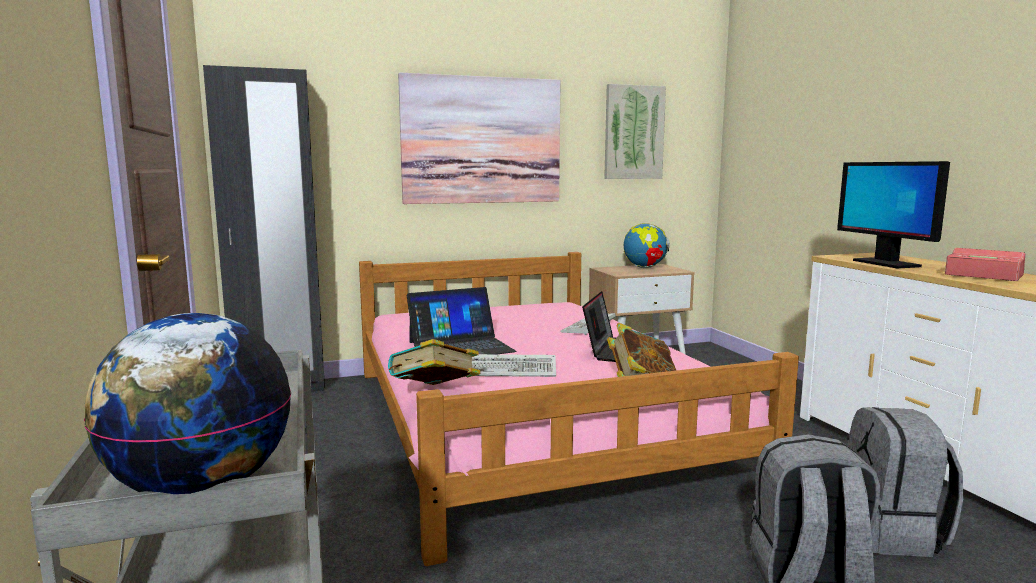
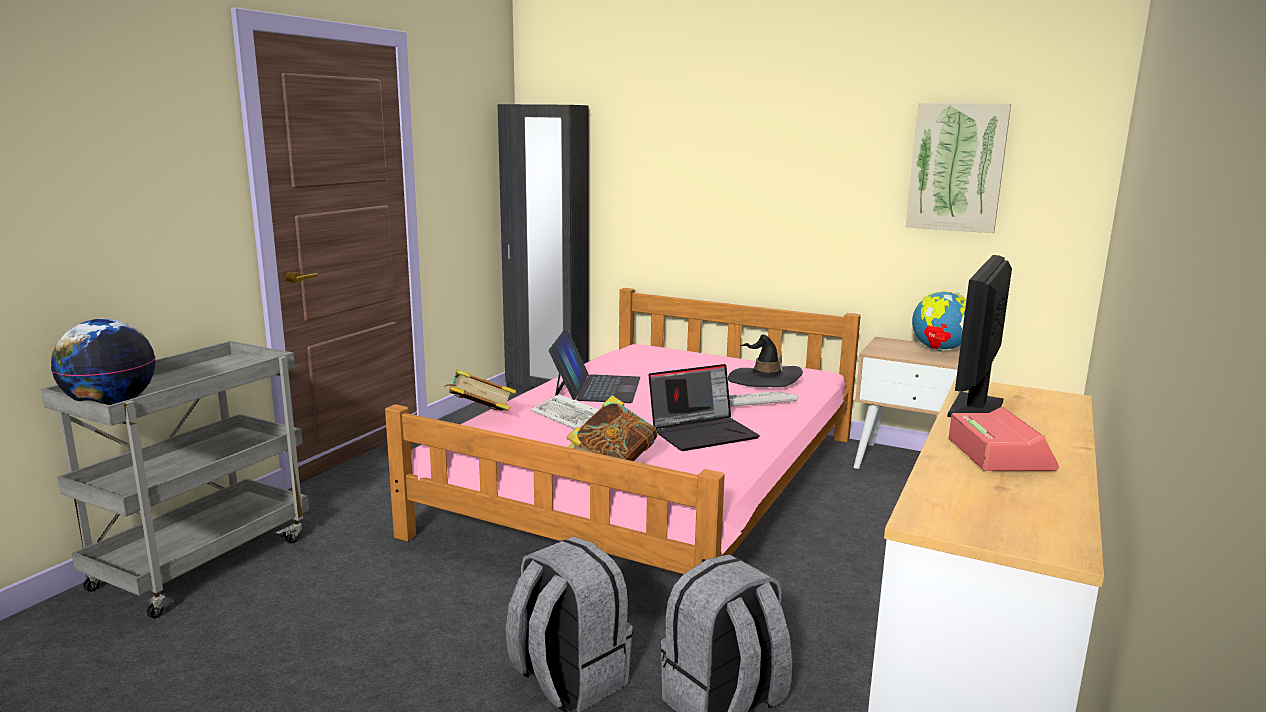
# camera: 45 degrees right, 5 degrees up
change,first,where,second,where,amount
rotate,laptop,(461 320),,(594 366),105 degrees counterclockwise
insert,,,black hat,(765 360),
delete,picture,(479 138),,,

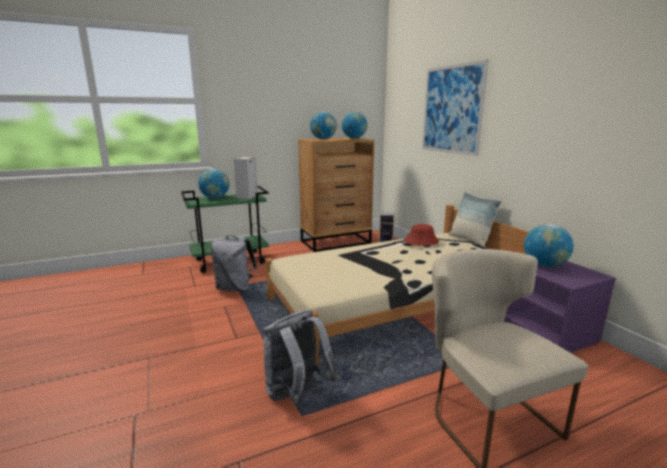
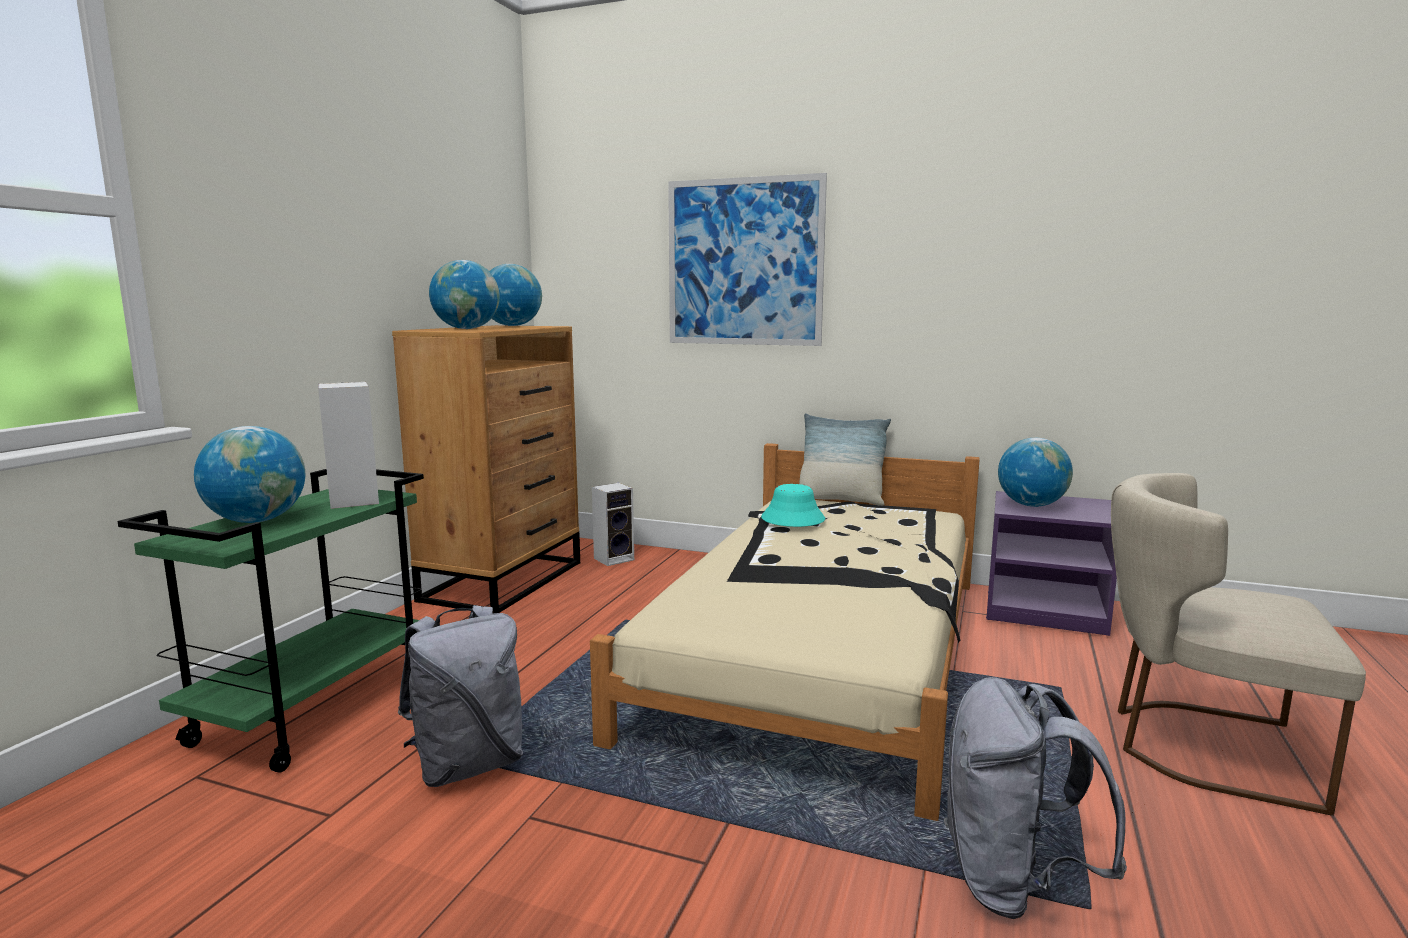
# camera: 45 degrees left, 5 degrees down
change,first,where,second,where,amount
recolor,red hat,(421 235),turquoise hat,(793 505),

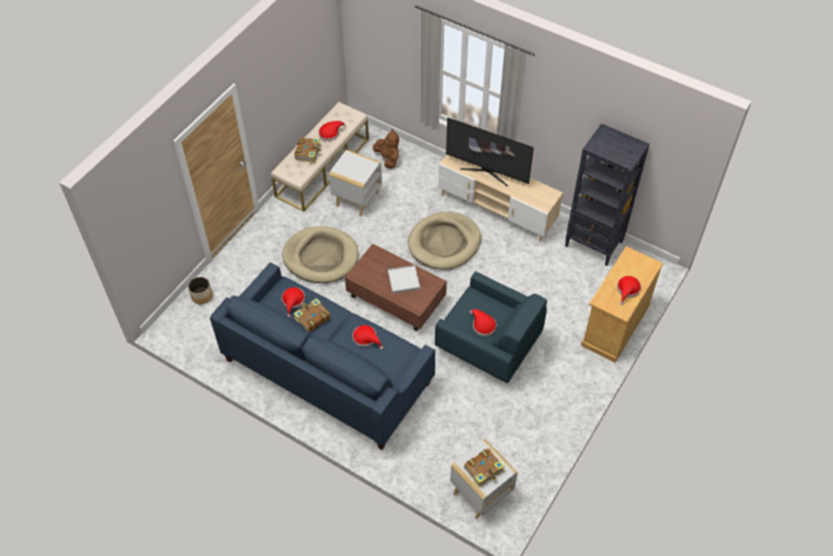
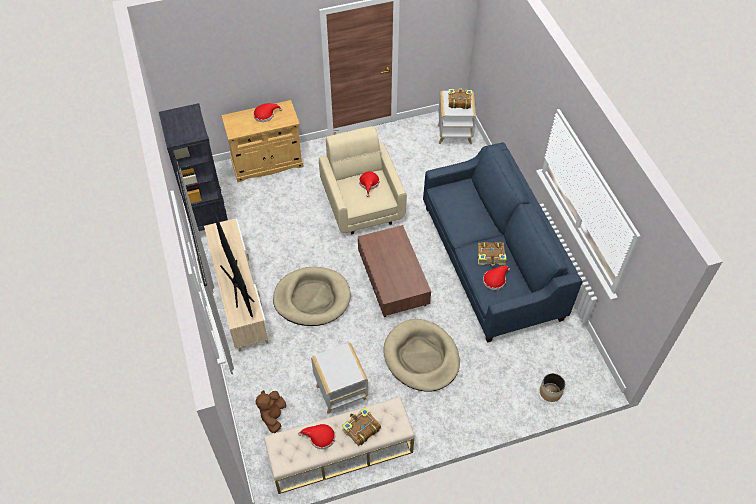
# camera: 140 degrees left, 0 degrees up
change,first,where,second,where,amount
recolor,blue armchair,(491 327),beige armchair,(363 180),
delete,red hat,(368 337),,,
delete,white tray,(404 279),,,

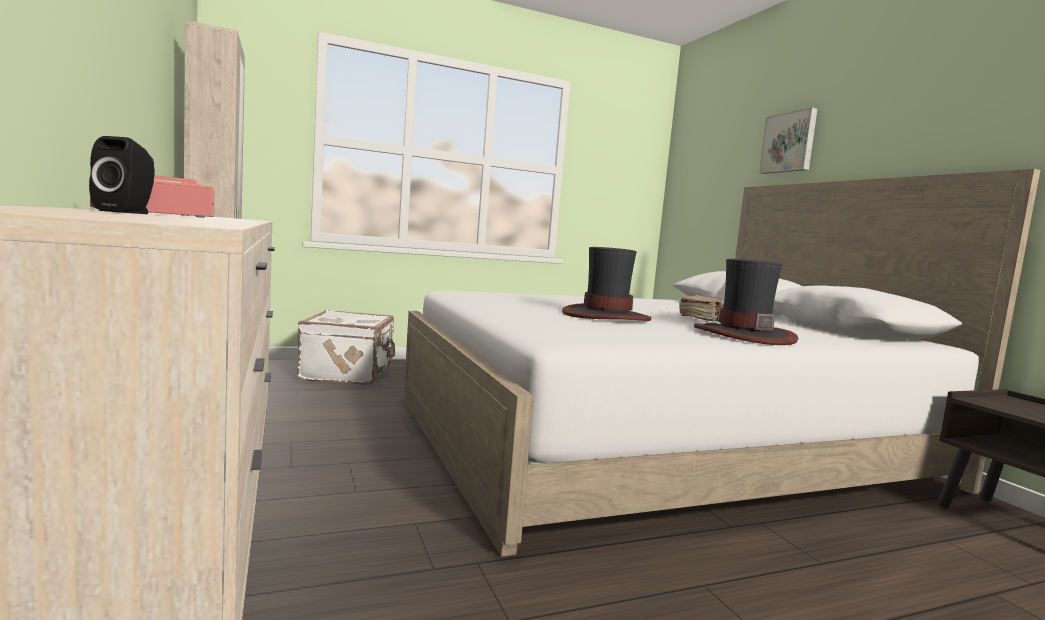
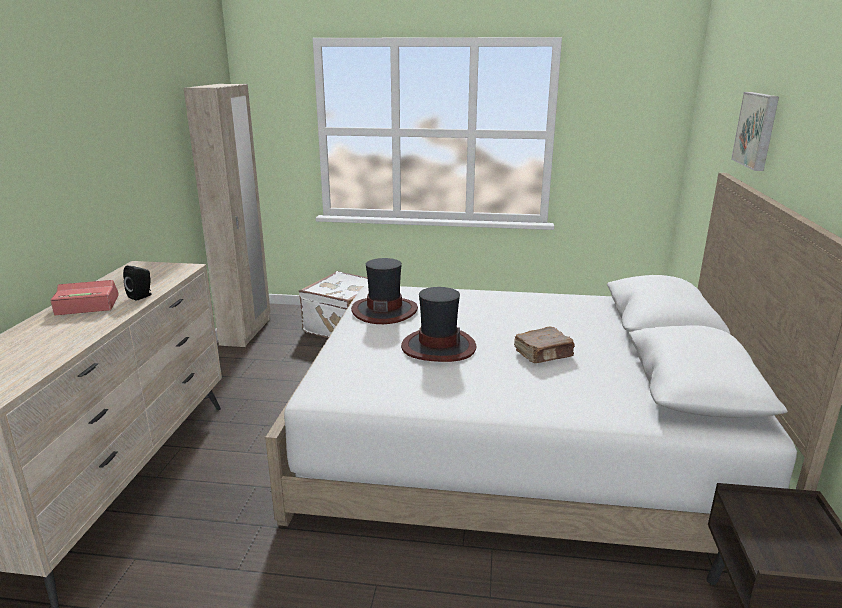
# camera: 30 degrees right, 15 degrees up
change,first,where,second,where,amount
move,black speaker,(122 175),,(137 283),
move,hat,(746 302),,(384 291),

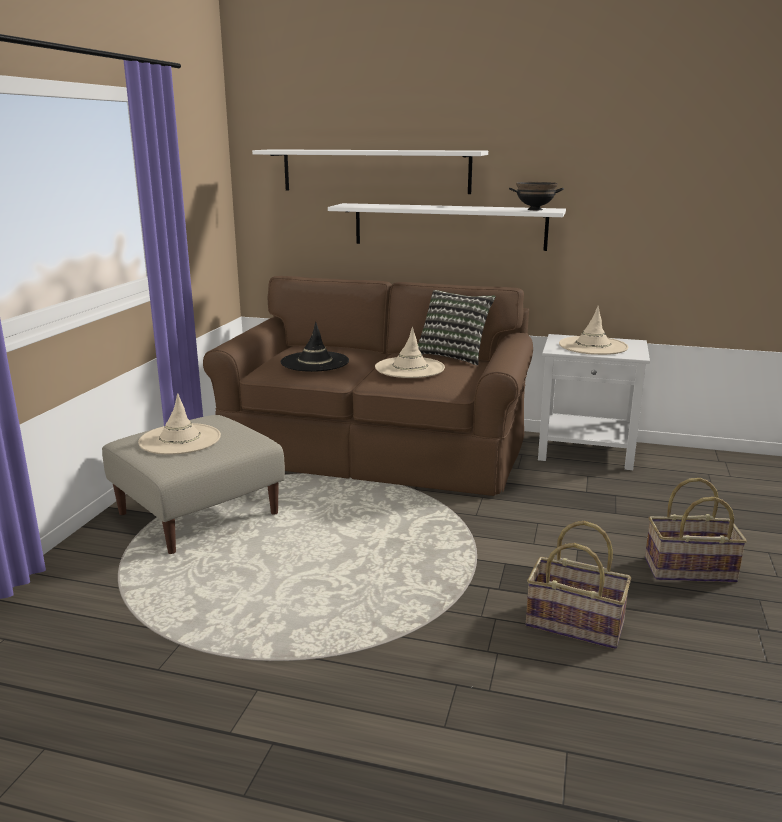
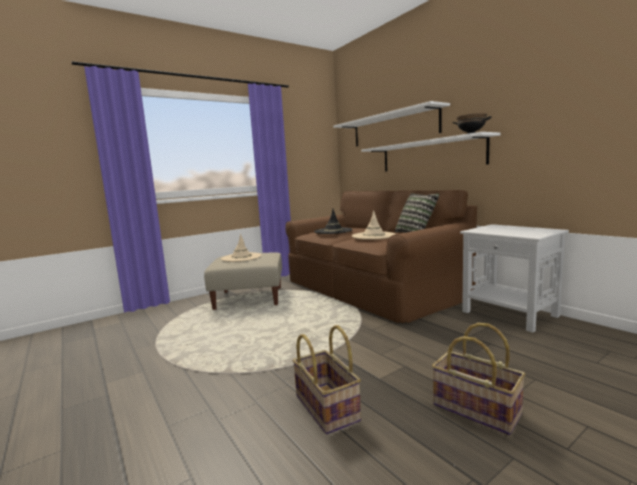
# camera: 40 degrees right, 10 degrees down
change,first,where,second,where,amount
delete,beige hat,(593 330),,,

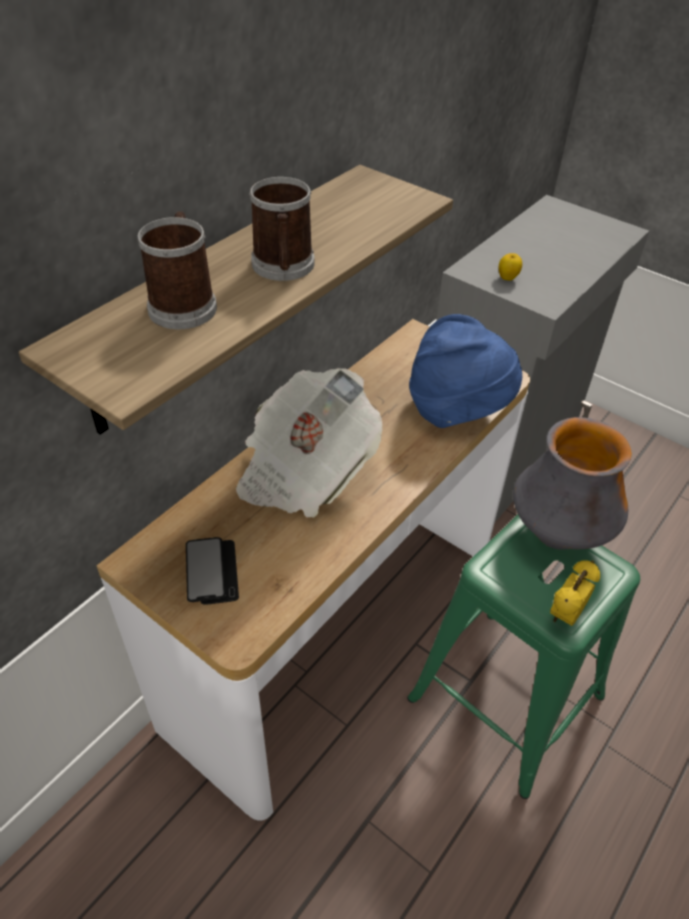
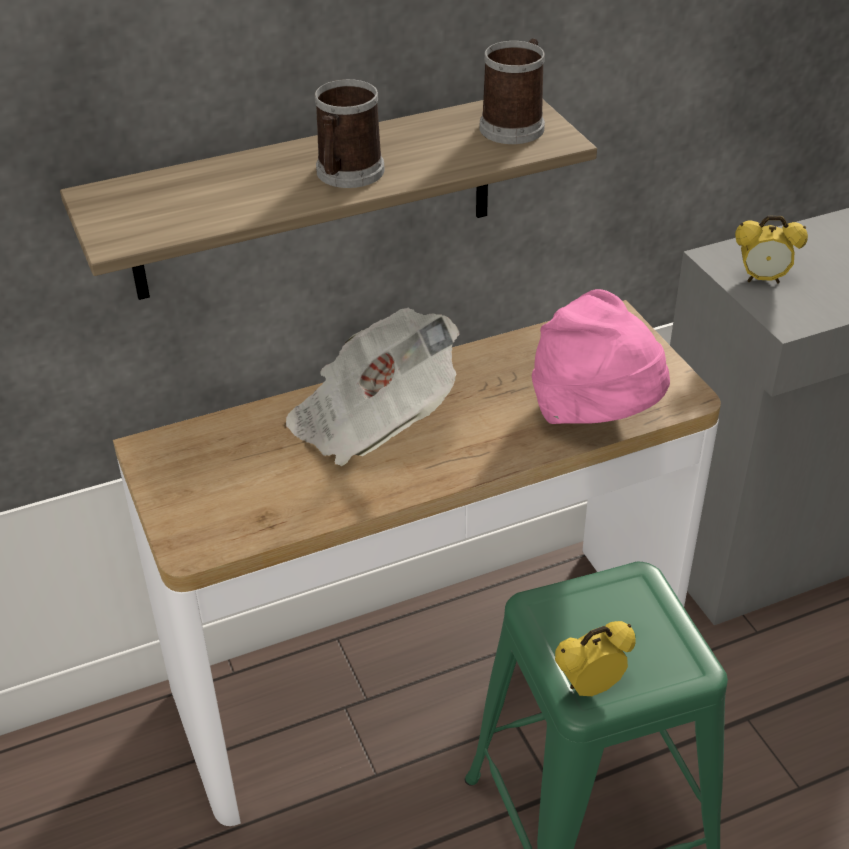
# camera: 30 degrees right, 5 degrees down
change,first,where,second,where,amount
move,mug,(177 270),,(512 91),
recolor,blue hat,(465 371),pink hat,(601 356),
replace,apple,(510 267),alarm clock,(771 250),
delete,phone,(212 571),,,
delete,vase,(572 483),,,

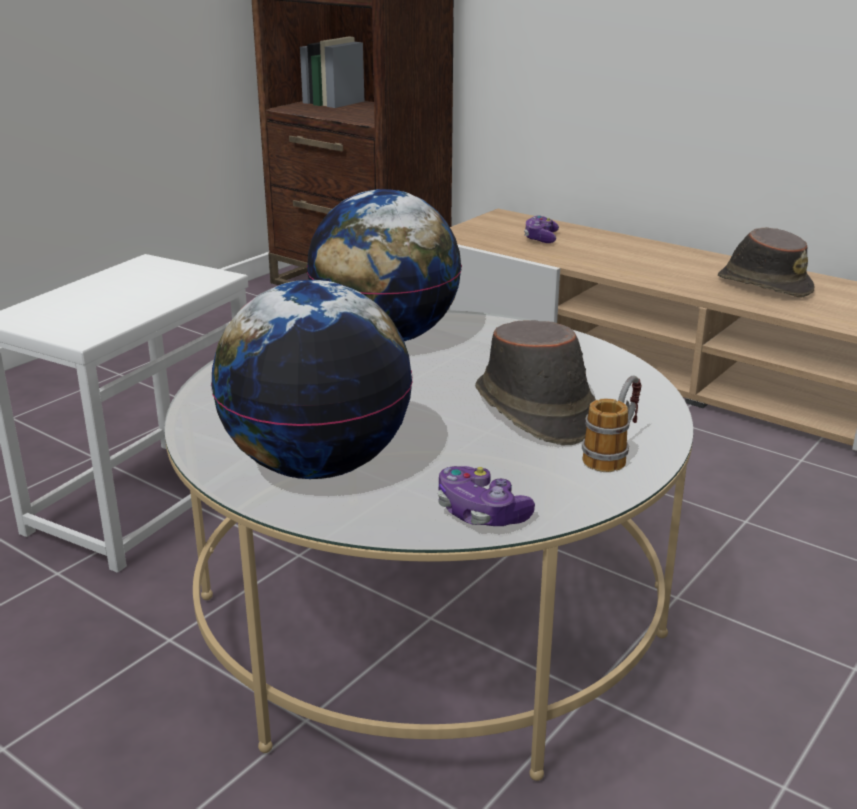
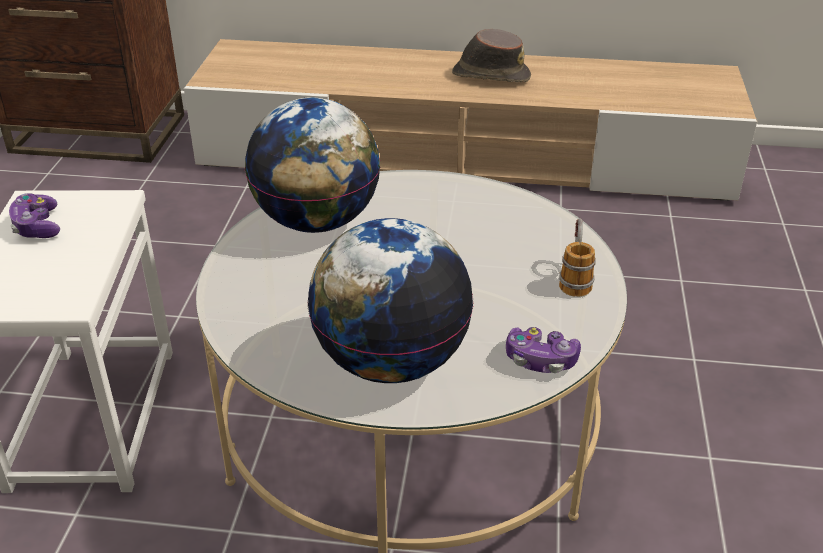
# camera: 30 degrees left, 10 degrees up
change,first,where,second,where,amount
move,game controller,(541 229),,(34 215),
delete,brown hat,(535 383),,,

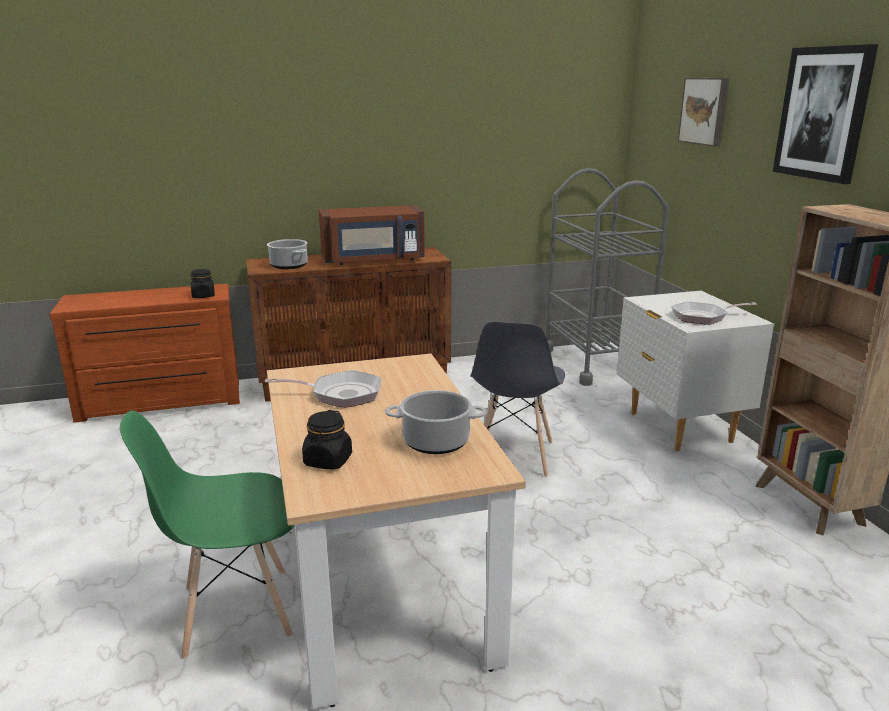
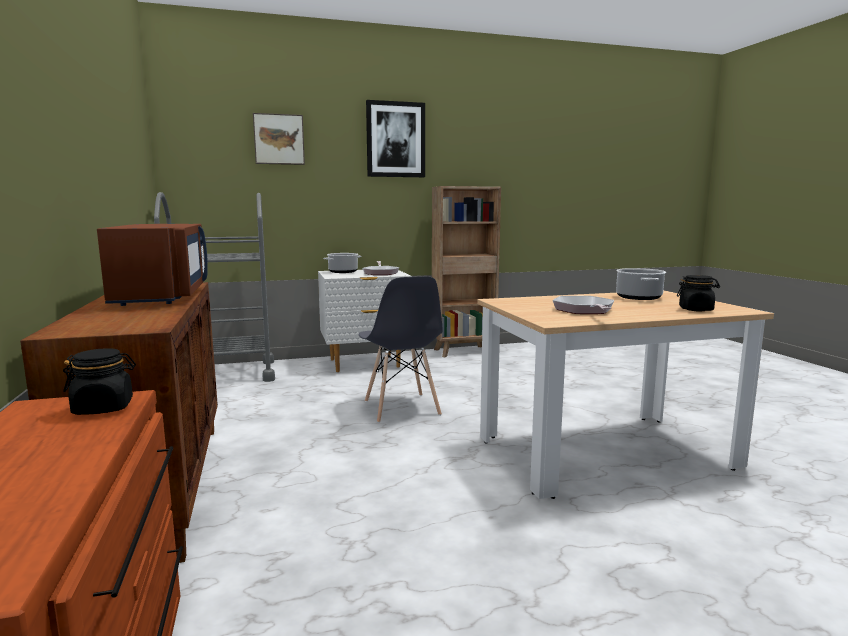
# camera: 90 degrees left, 10 degrees down
change,first,where,second,where,amount
move,cooking pot,(287 254),,(342 263),
rotate,grey chair,(517 399),,(400 349),60 degrees clockwise
delete,green chair,(207 535),,,

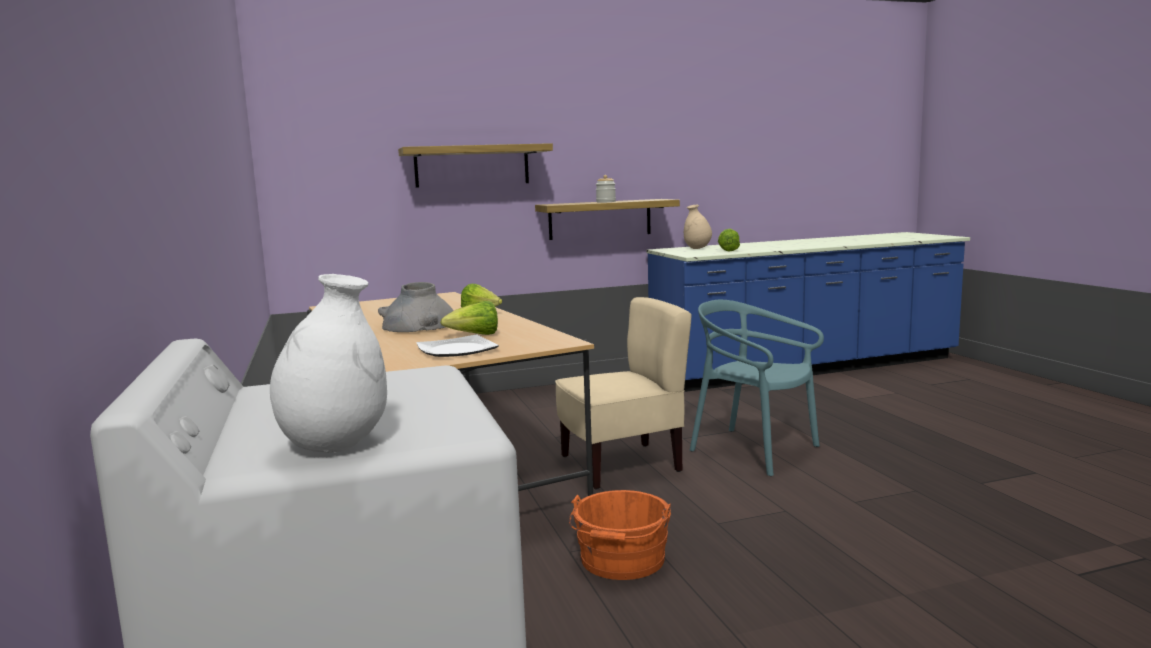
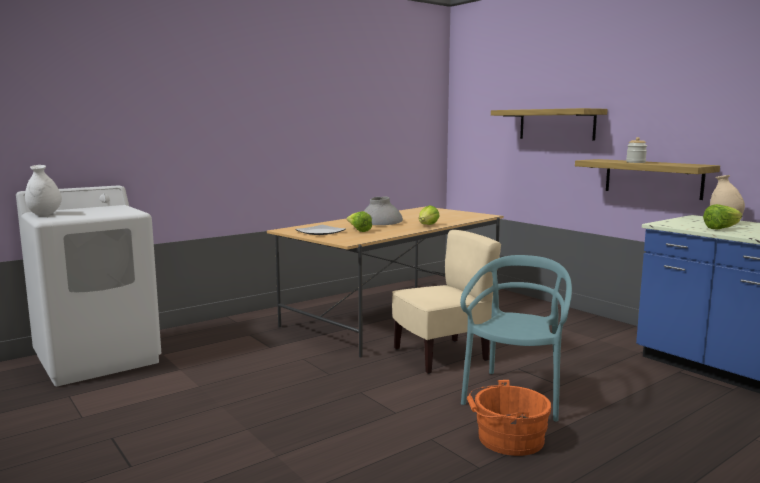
# camera: 70 degrees right, 0 degrees up
change,first,where,second,where,amount
rotate,beige chair,(623 393),,(446 302),75 degrees counterclockwise
move,orange bucket,(620 535),,(509 418),

